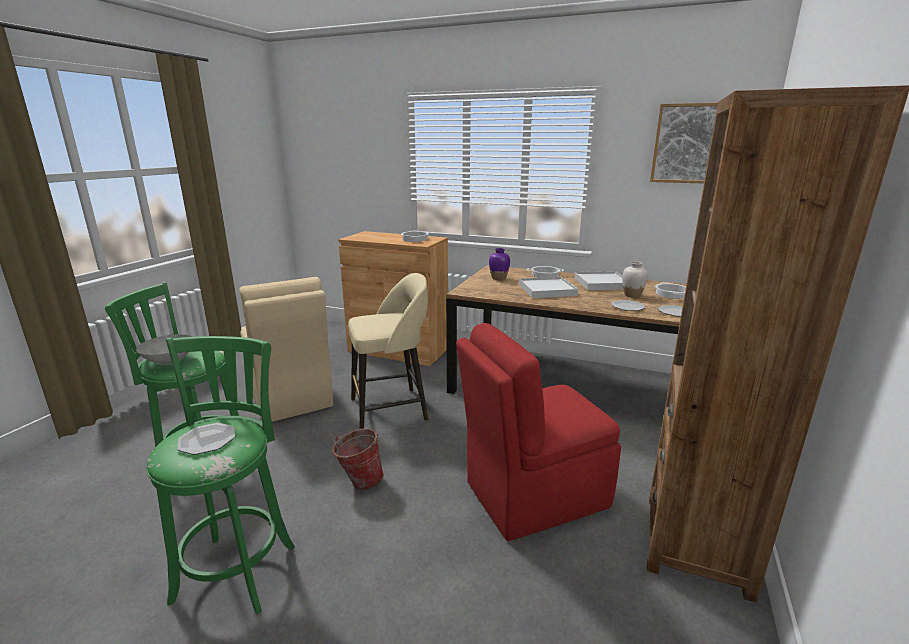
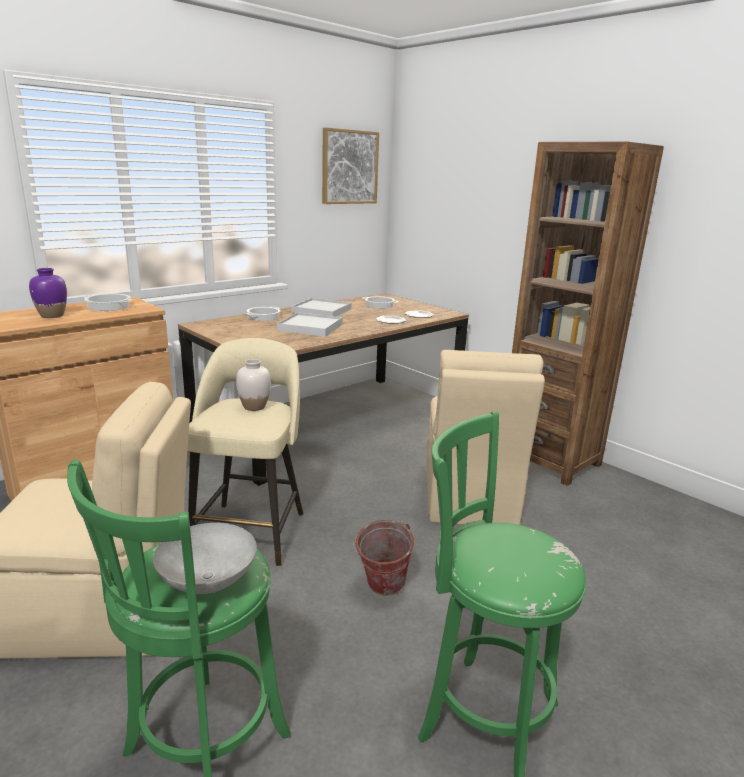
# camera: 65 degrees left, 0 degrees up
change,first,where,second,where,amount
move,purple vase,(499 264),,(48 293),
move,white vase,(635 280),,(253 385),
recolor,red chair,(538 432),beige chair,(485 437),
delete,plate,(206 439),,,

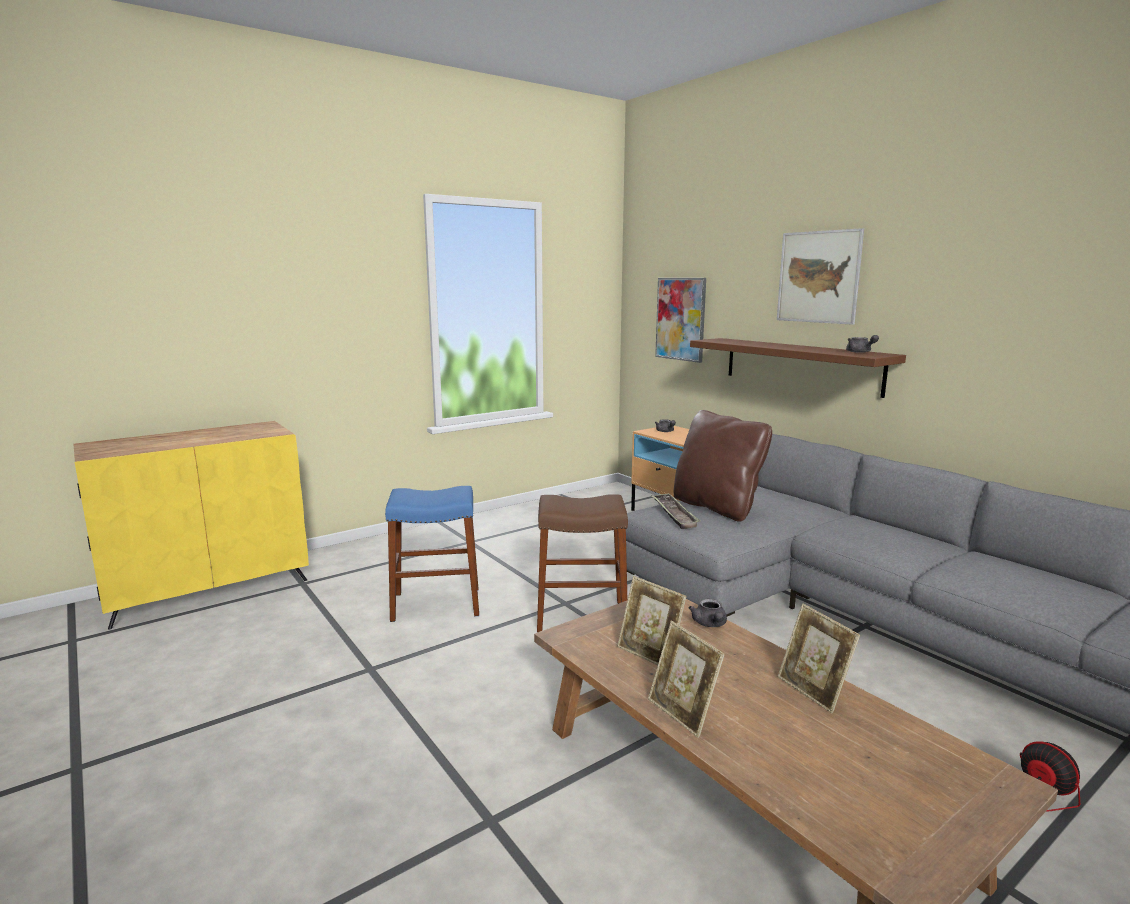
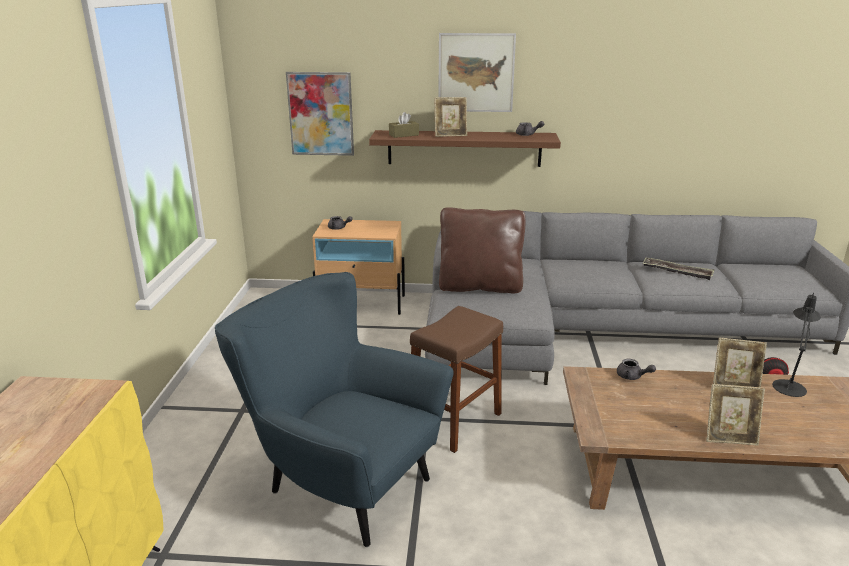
# camera: 50 degrees left, 10 degrees up
change,first,where,second,where,amount
replace,blue stool,(432 554),blue armchair,(334 409),
insert,,,brown tissue box,(404 125),
move,picture frame,(651 620),,(450 117),
move,tray,(676 511),,(678 269),
insert,,,black table lamp,(796 344),

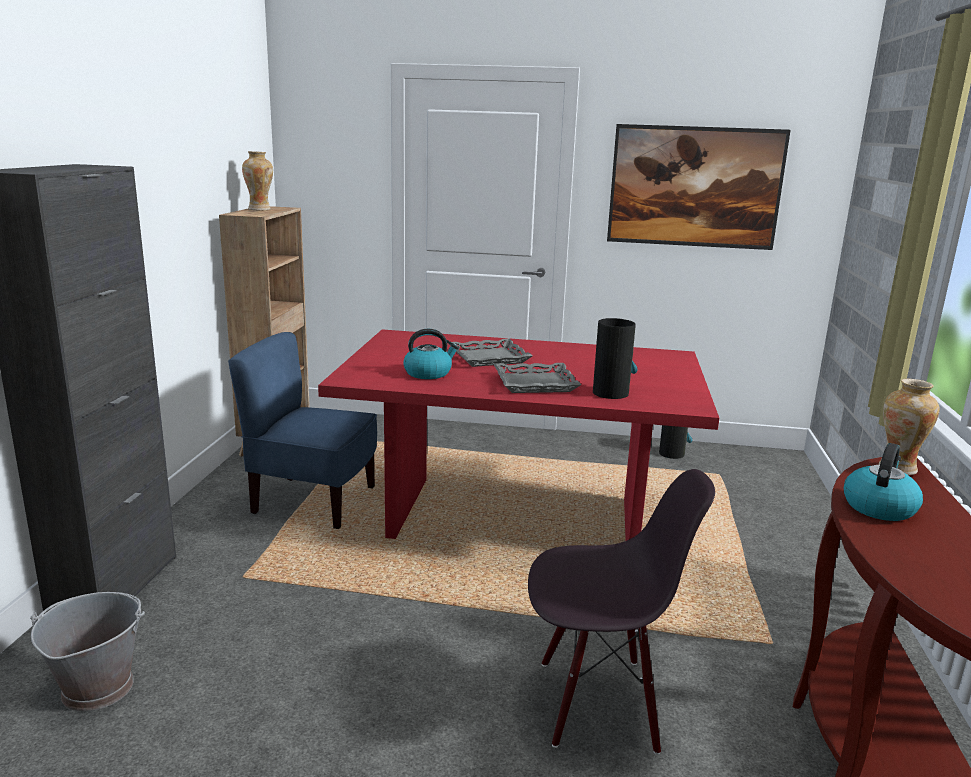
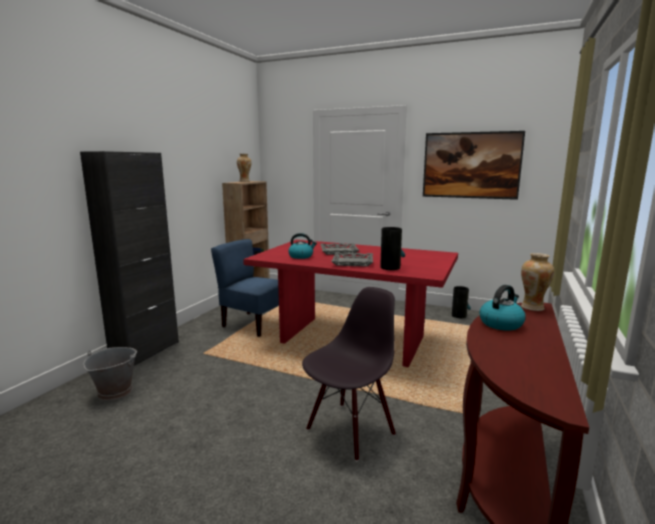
# camera: 15 degrees right, 5 degrees down
change,first,where,second,where,amount
rotate,black chair,(621 612),,(349 374),60 degrees counterclockwise

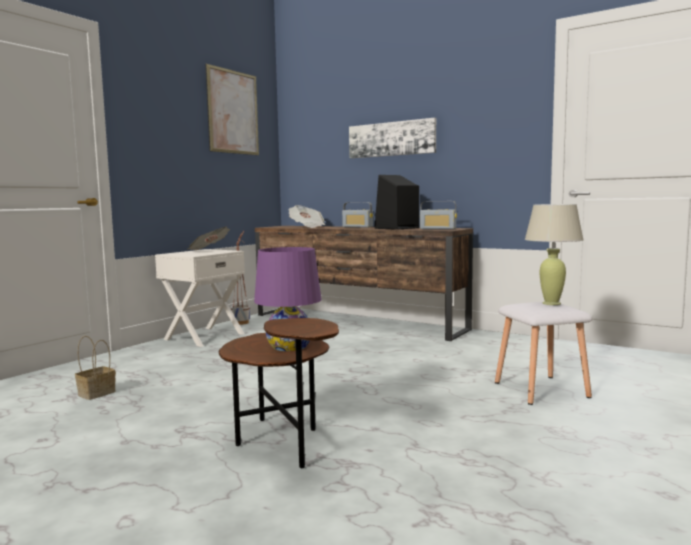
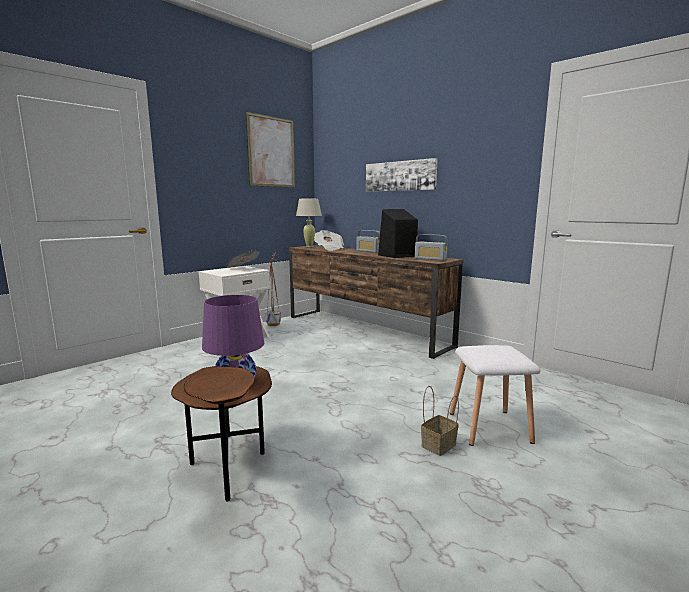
# camera: 10 degrees right, 5 degrees up
change,first,where,second,where,amount
move,beige table lamp,(554 254),,(309 223),
move,basket,(95 368),,(440 421),

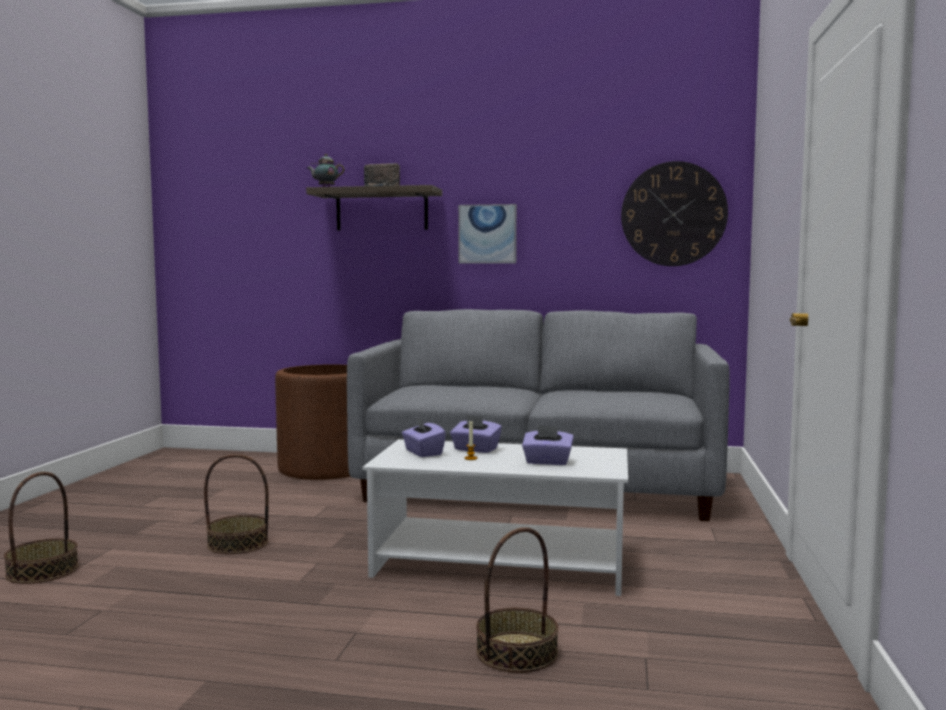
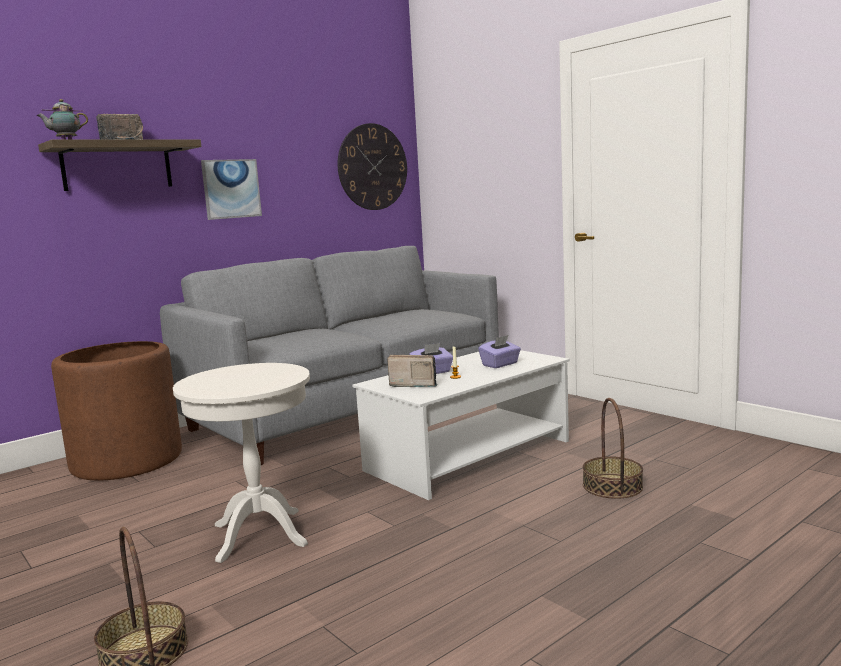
# camera: 50 degrees left, 5 degrees up
change,first,where,second,where,amount
replace,basket,(236 504),white side table,(241 463),
replace,purple tissue box,(424 436),radio,(412 371),

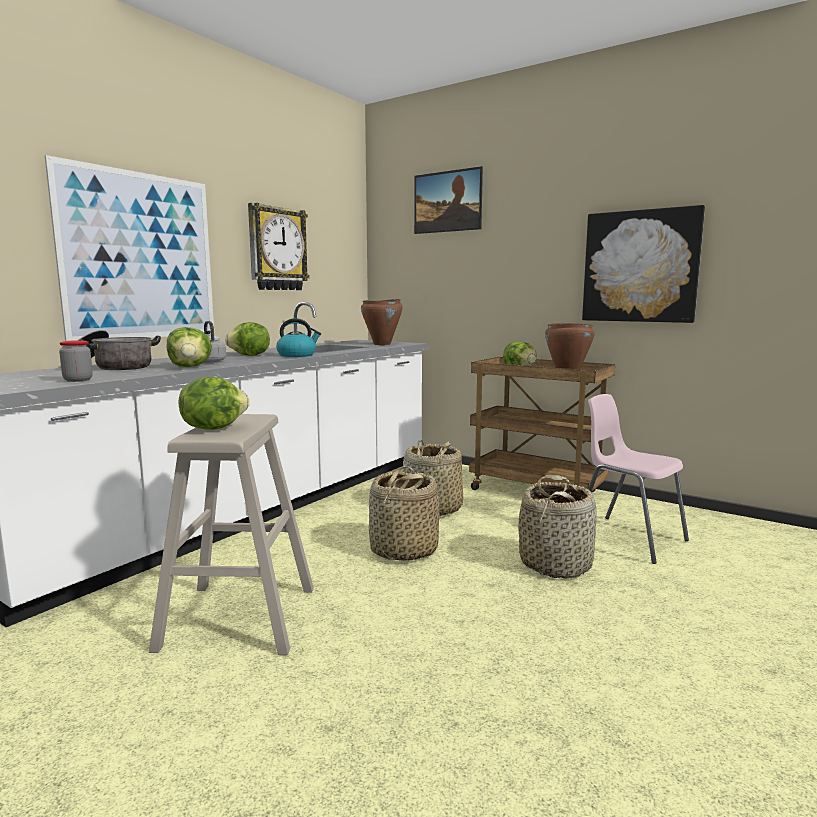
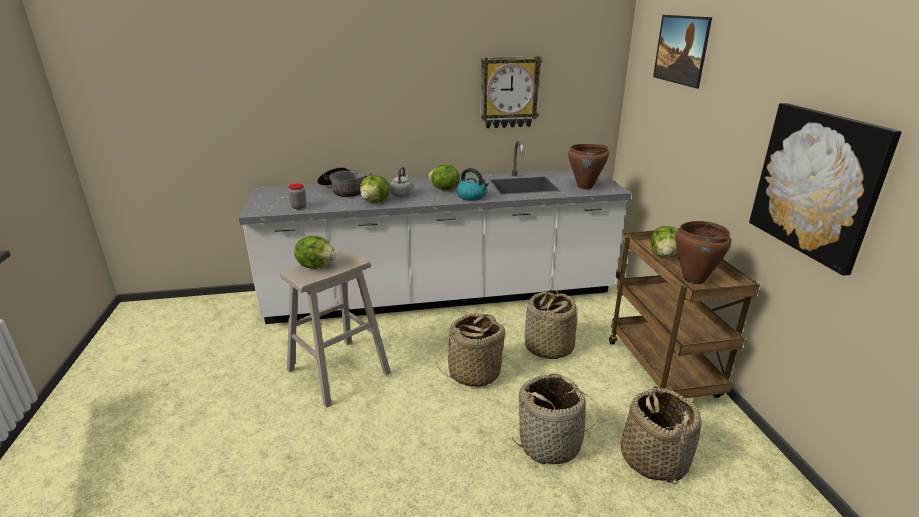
# camera: 45 degrees right, 15 degrees up
change,first,where,second,where,amount
replace,pink chair,(638 479),basket,(661 436),
delete,picture,(129 248),,,

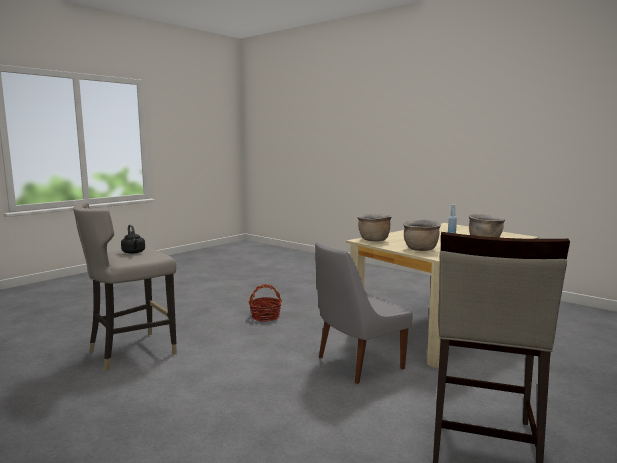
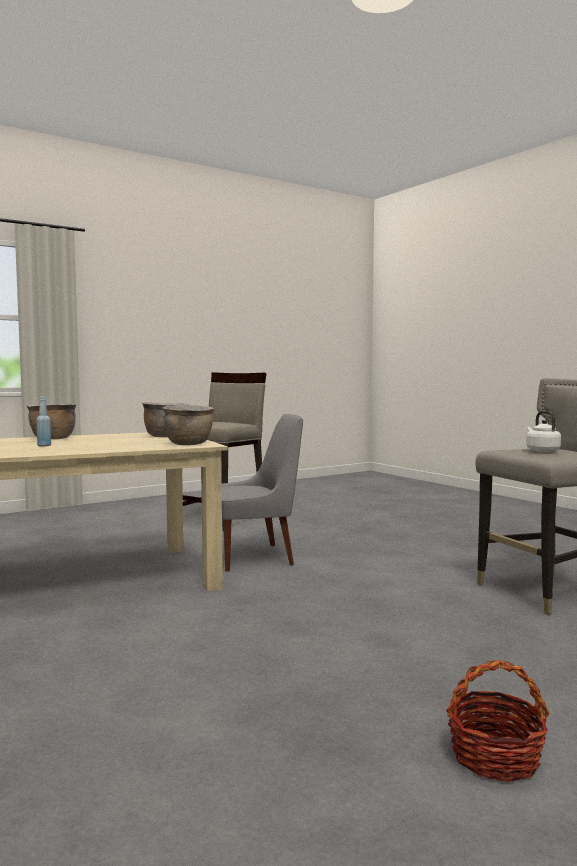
# camera: 165 degrees left, 5 degrees down
change,first,where,second,where,amount
move,basket,(265 303),,(497 721),
recolor,black kettle,(133 239),white kettle,(543 431),

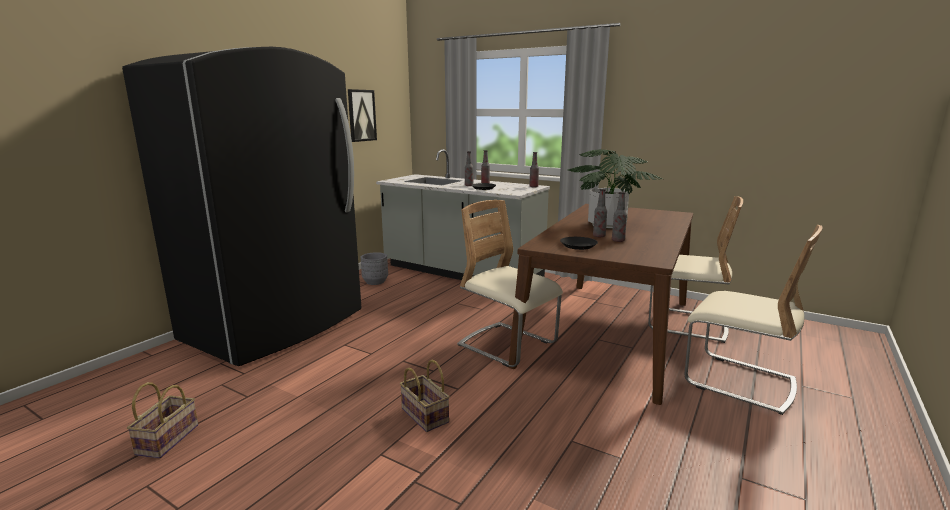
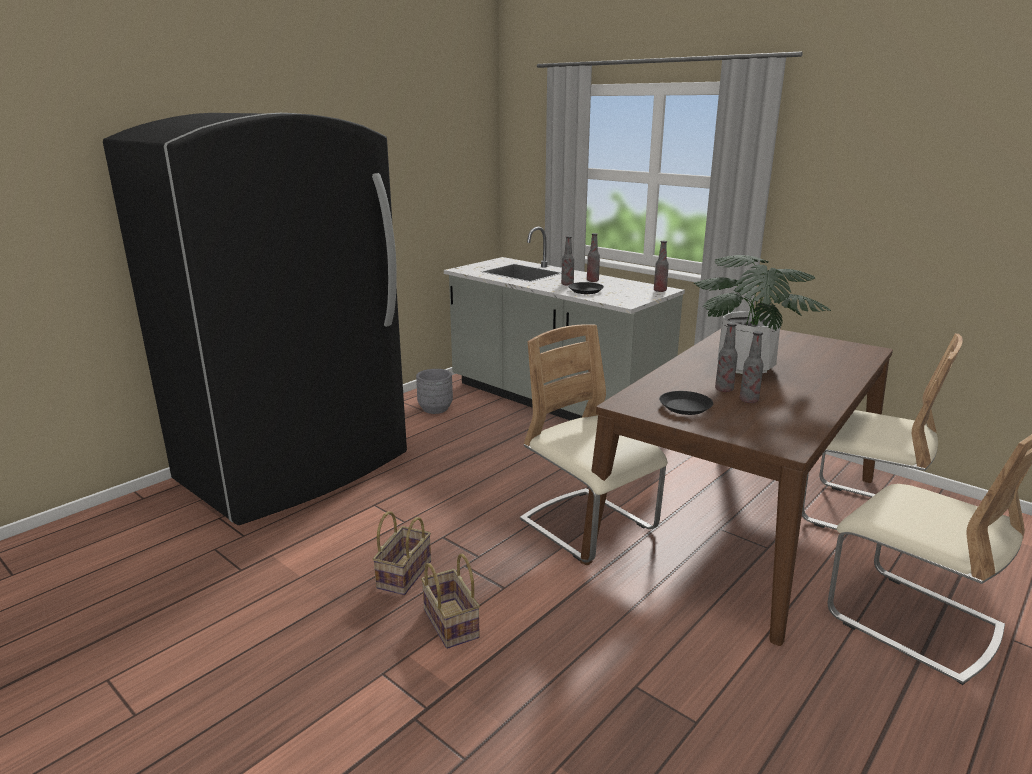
# camera: 10 degrees right, 5 degrees up
change,first,where,second,where,amount
move,basket,(162 420),,(402 553),
delete,picture,(362 115),,,

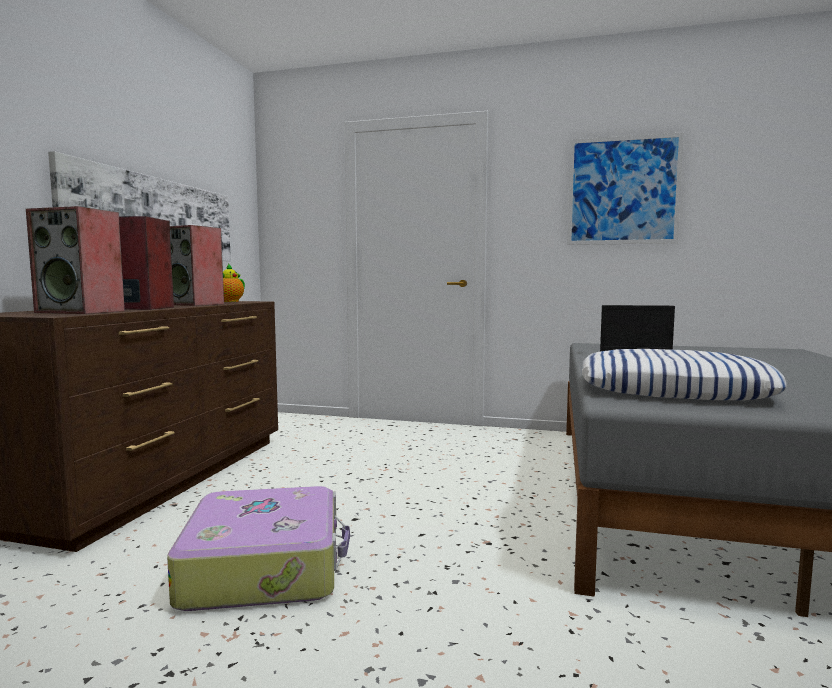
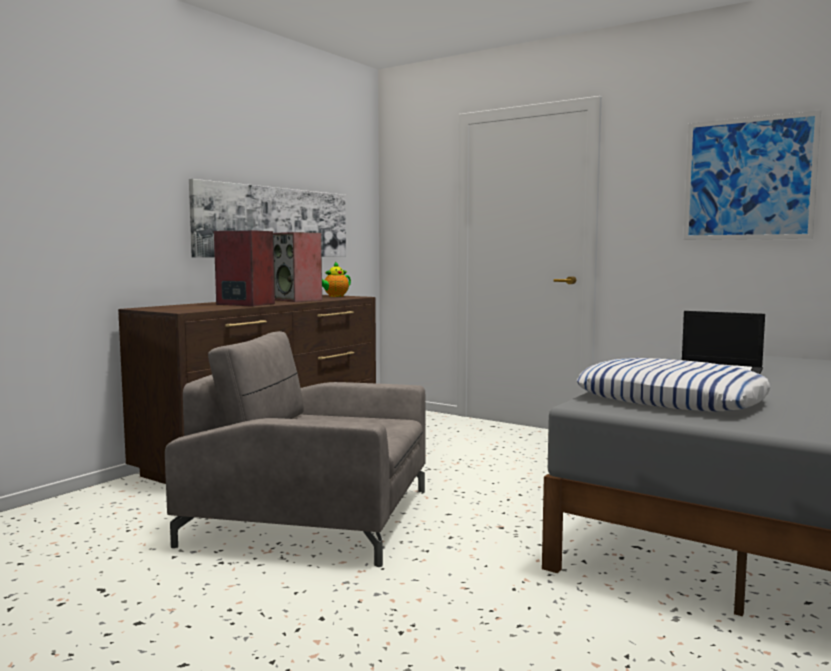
# camera: 20 degrees right, 0 degrees up
change,first,where,second,where,amount
replace,suitcase,(258 548),grey armchair,(295 449),
delete,speaker,(75 260),,,

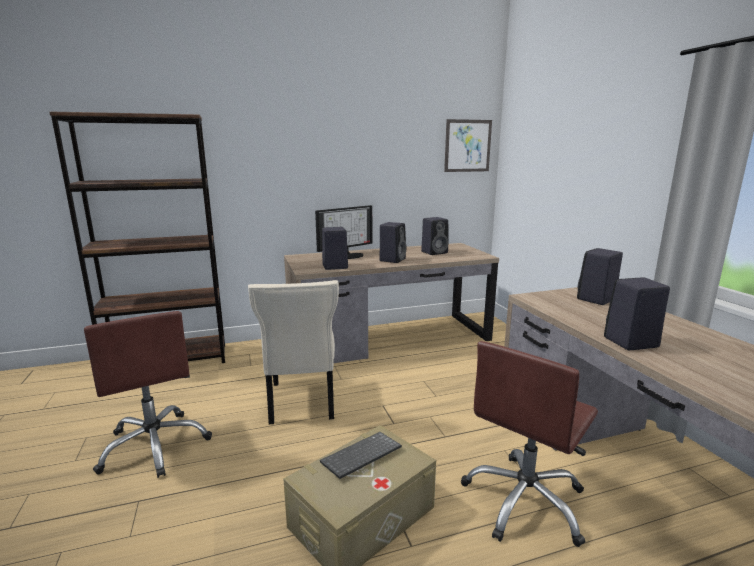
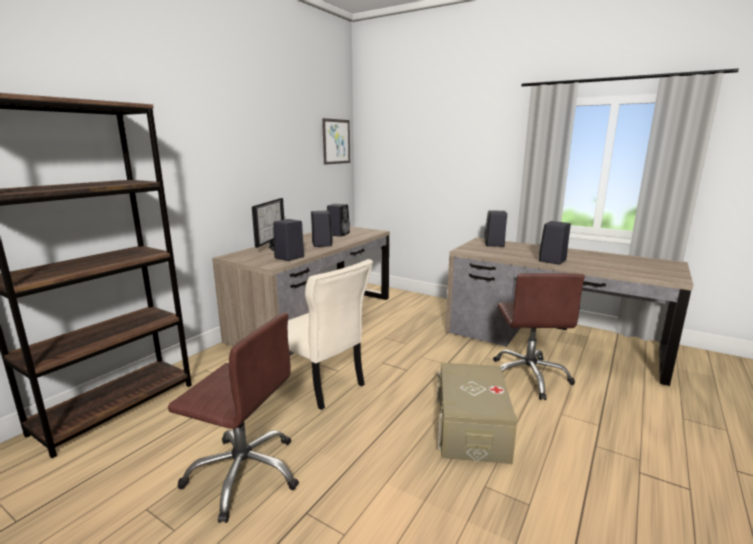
# camera: 40 degrees left, 0 degrees up
change,first,where,second,where,amount
delete,keyboard,(361 455),,,

